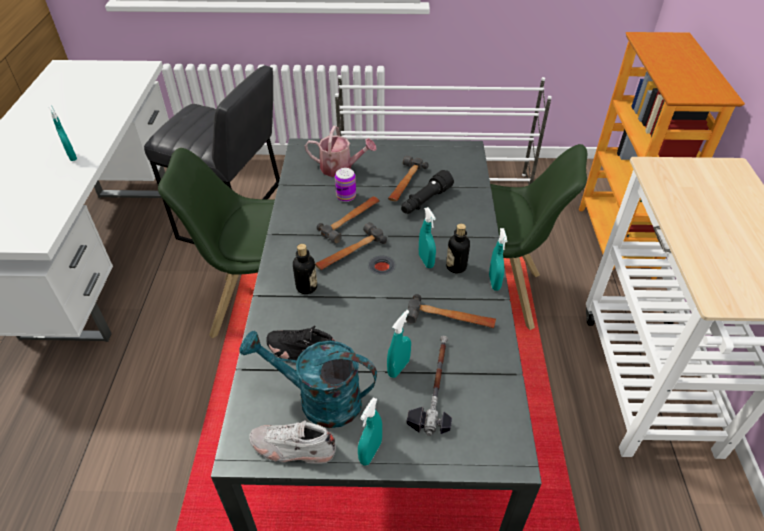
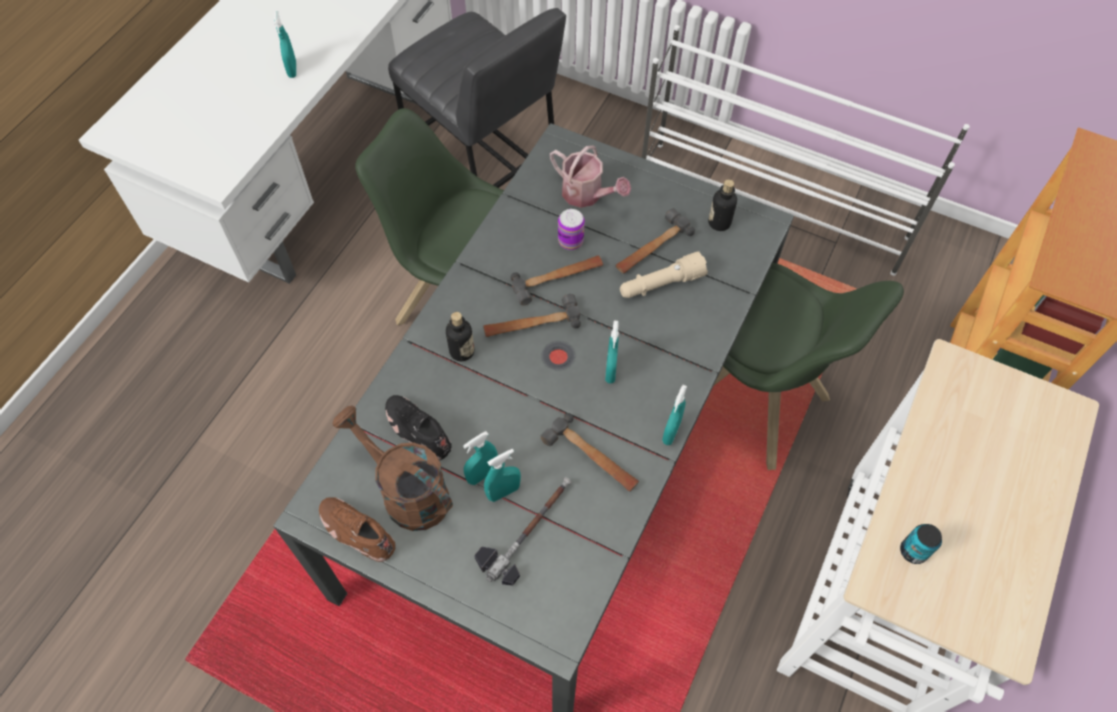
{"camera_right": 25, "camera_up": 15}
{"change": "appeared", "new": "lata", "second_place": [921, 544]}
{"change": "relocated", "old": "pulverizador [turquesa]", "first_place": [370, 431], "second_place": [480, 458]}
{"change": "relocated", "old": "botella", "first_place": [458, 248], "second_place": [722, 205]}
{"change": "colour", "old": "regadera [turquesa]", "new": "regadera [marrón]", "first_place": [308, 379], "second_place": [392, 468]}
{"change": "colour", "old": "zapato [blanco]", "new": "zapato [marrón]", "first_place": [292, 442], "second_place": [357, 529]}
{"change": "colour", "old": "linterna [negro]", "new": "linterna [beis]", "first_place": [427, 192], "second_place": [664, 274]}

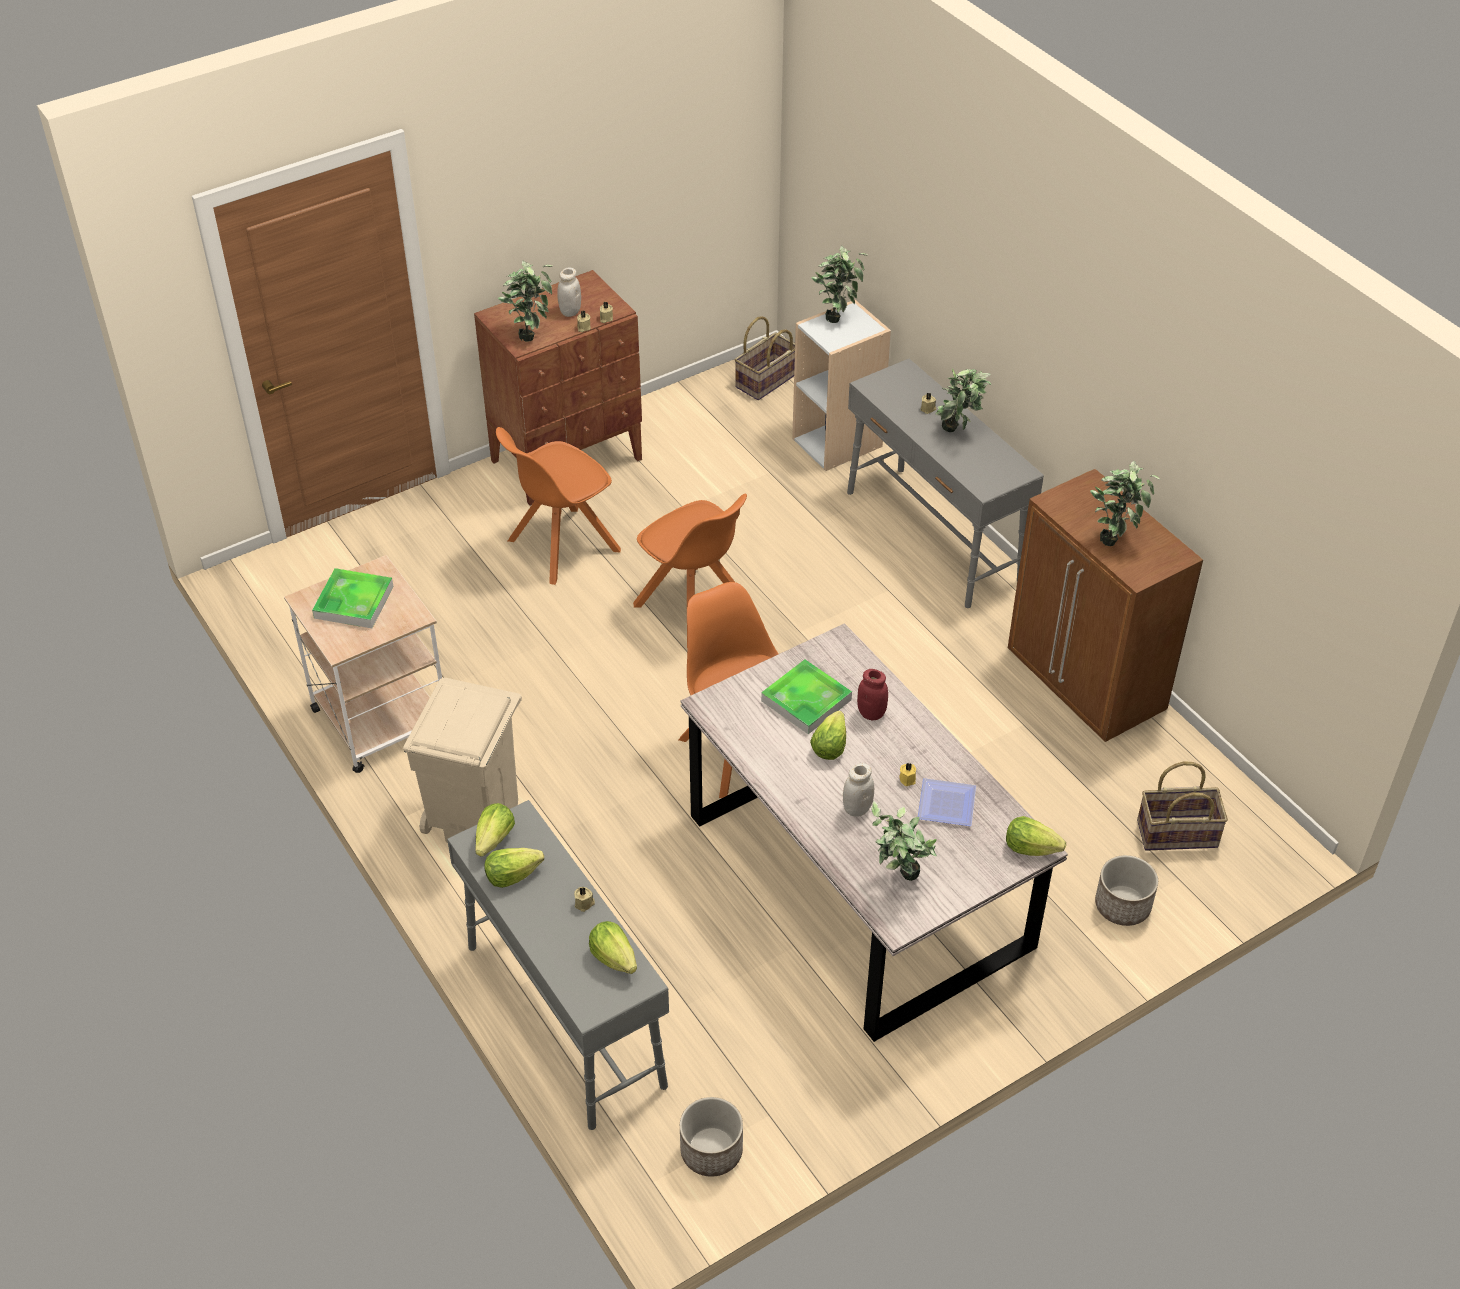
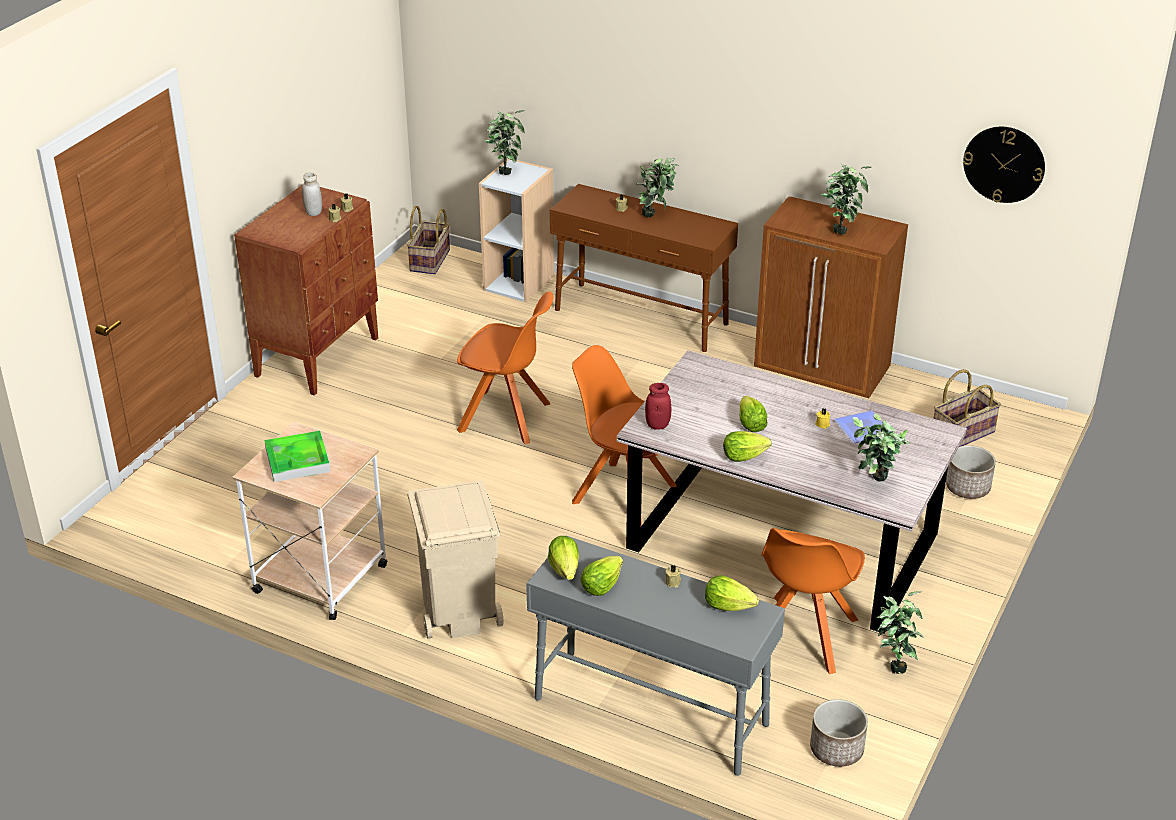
{"camera_right": -30, "camera_up": -10}
{"change": "missing", "old": "bandeja", "first_place": [806, 696]}
{"change": "missing", "old": "tarro [blanco]", "first_place": [858, 790]}
{"change": "appeared", "new": "reloj de pared", "second_place": [1004, 165]}
{"change": "relocated", "old": "silla [naranja]", "first_place": [558, 506], "second_place": [813, 601]}
{"change": "relocated", "old": "planta en maceta", "first_place": [525, 301], "second_place": [900, 632]}
{"change": "relocated", "old": "tarro [rojo]", "first_place": [872, 695], "second_place": [658, 406]}
{"change": "relocated", "old": "lechuga", "first_place": [1036, 836], "second_place": [747, 446]}
{"change": "colour", "old": "mesa consola [gris]", "new": "mesa consola [marrón]", "first_place": [945, 483], "second_place": [644, 268]}

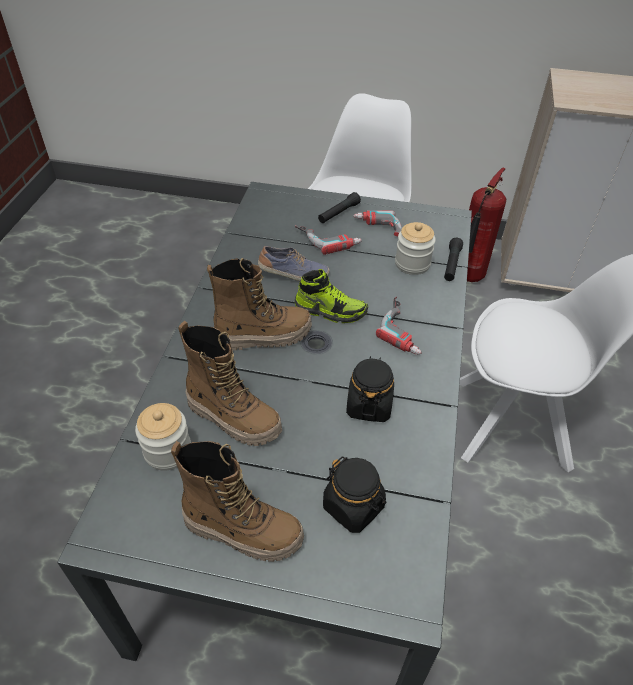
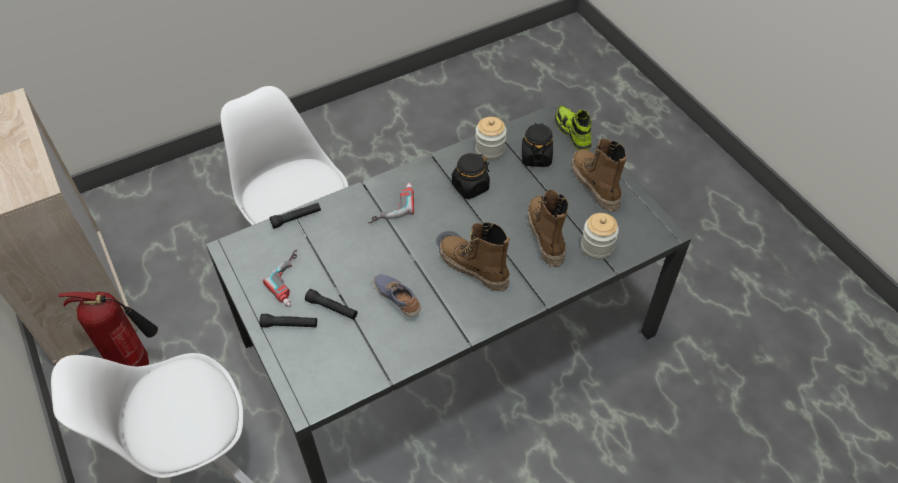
{"camera_right": -130, "camera_up": 5}
{"change": "relocated", "old": "zapato", "first_place": [331, 296], "second_place": [573, 128]}
{"change": "relocated", "old": "tarro", "first_place": [415, 248], "second_place": [491, 138]}
{"change": "exchanged", "old": "taladro", "new": "linterna [negro]", "first_place": [328, 240], "second_place": [331, 304]}

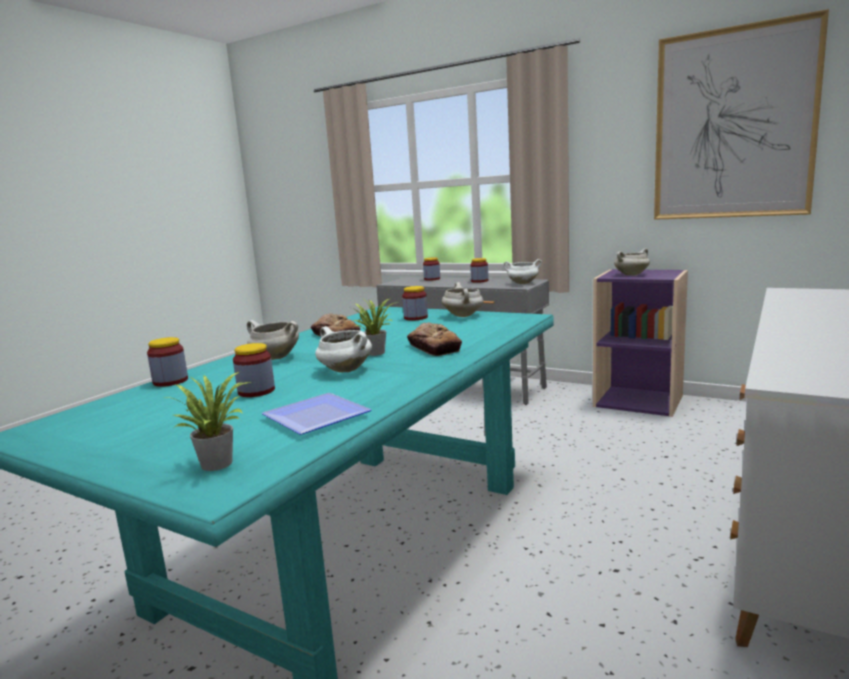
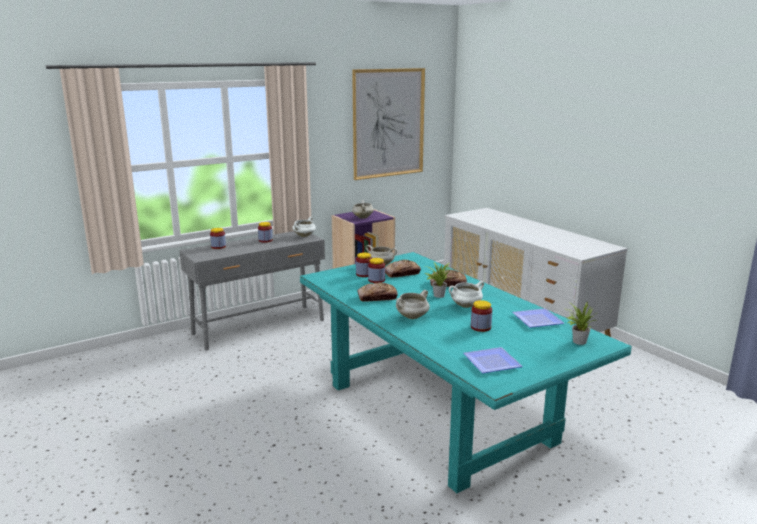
{"camera_right": -65, "camera_up": 5}
{"change": "appeared", "new": "pan", "second_place": [403, 269]}
{"change": "appeared", "new": "plato", "second_place": [493, 360]}
{"change": "relocated", "old": "tarro", "first_place": [167, 362], "second_place": [376, 270]}

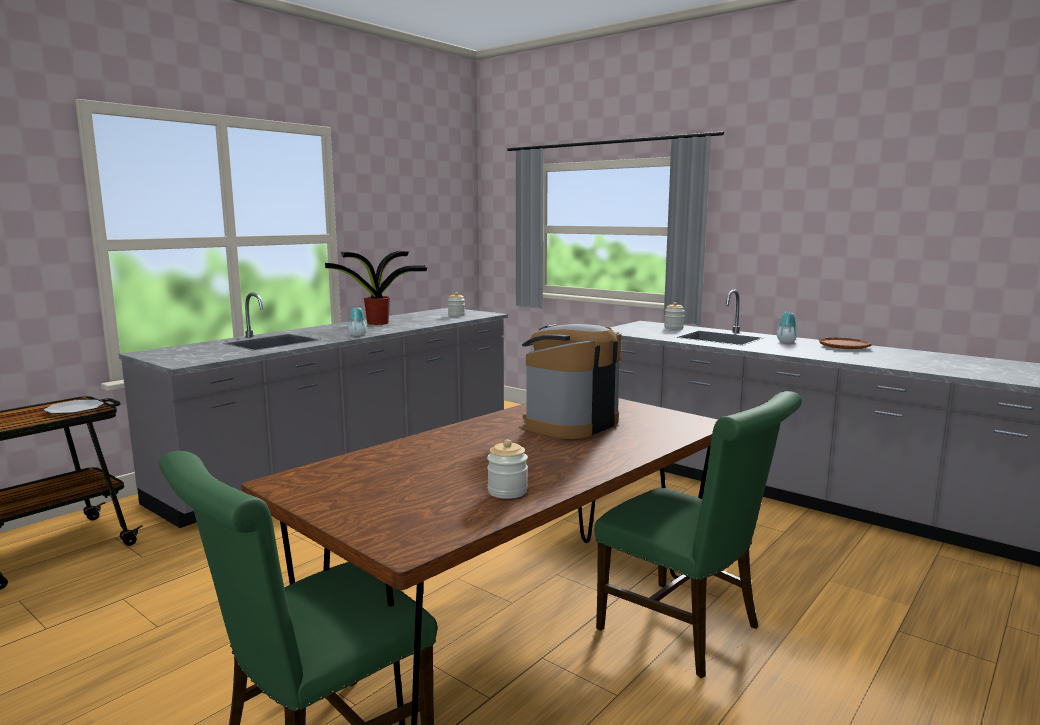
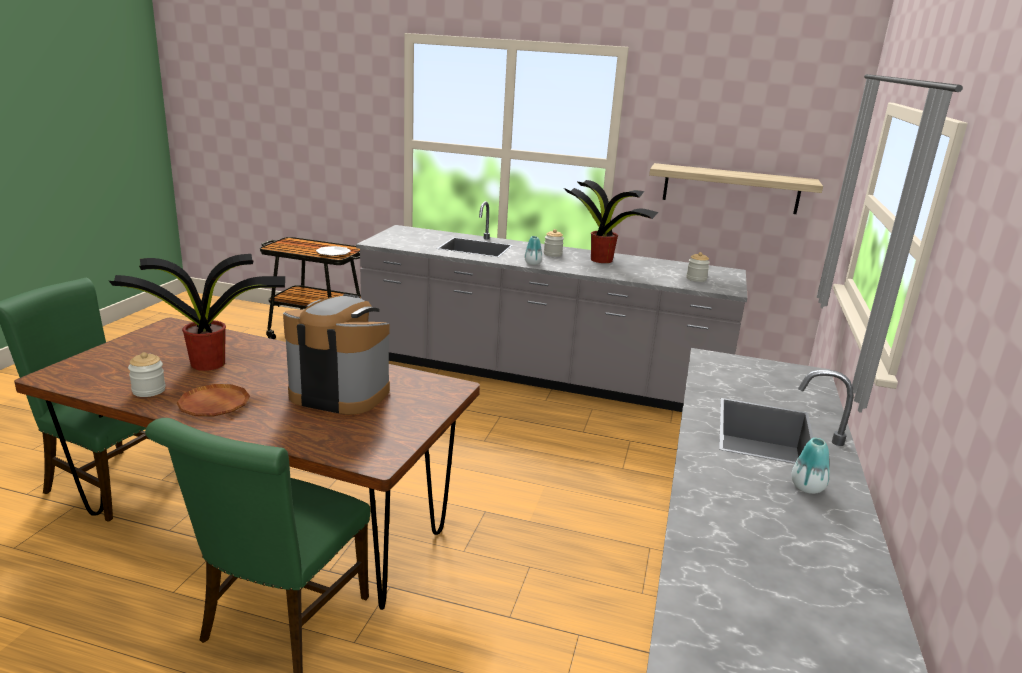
{"camera_right": 65, "camera_up": 10}
{"change": "appeared", "new": "planta en maceta", "second_place": [197, 312]}
{"change": "appeared", "new": "estante", "second_place": [736, 188]}
{"change": "relocated", "old": "tarro", "first_place": [674, 315], "second_place": [554, 243]}
{"change": "relocated", "old": "plato [marrón]", "first_place": [845, 343], "second_place": [213, 400]}

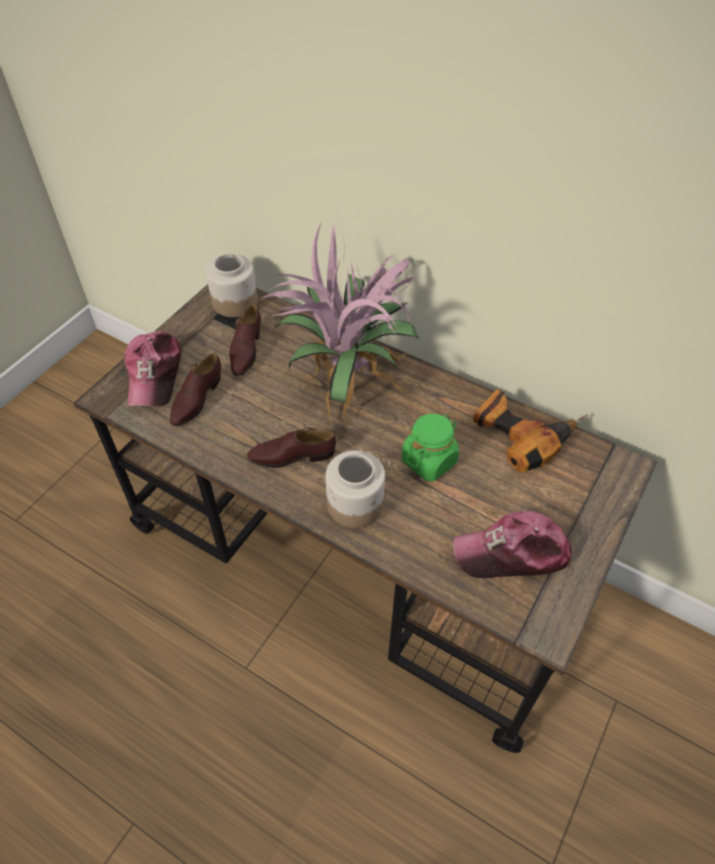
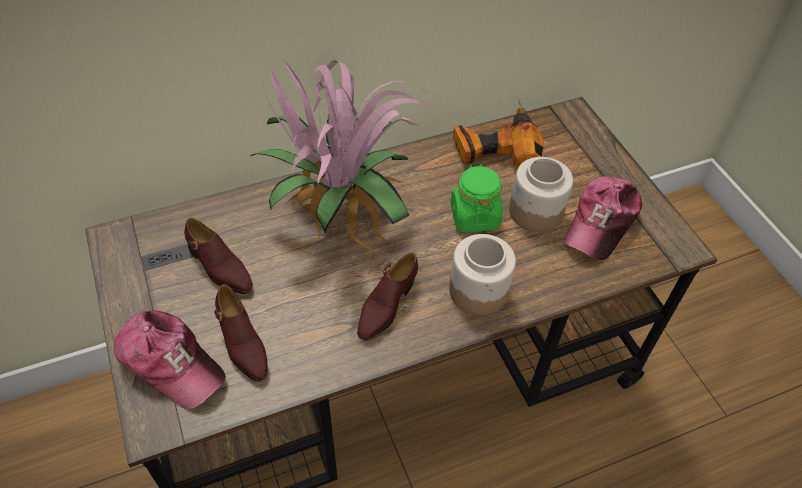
{"camera_right": -55, "camera_up": 0}
{"change": "relocated", "old": "tarro", "first_place": [231, 285], "second_place": [541, 194]}

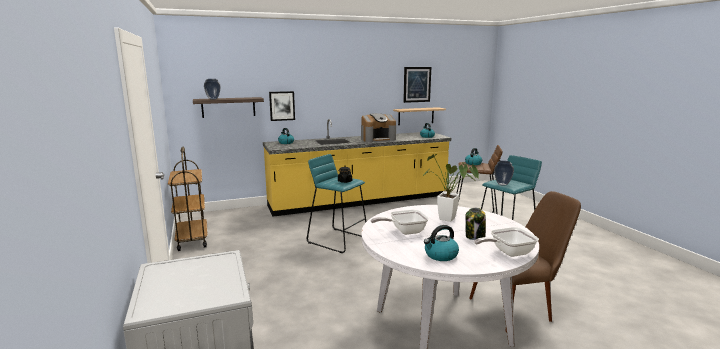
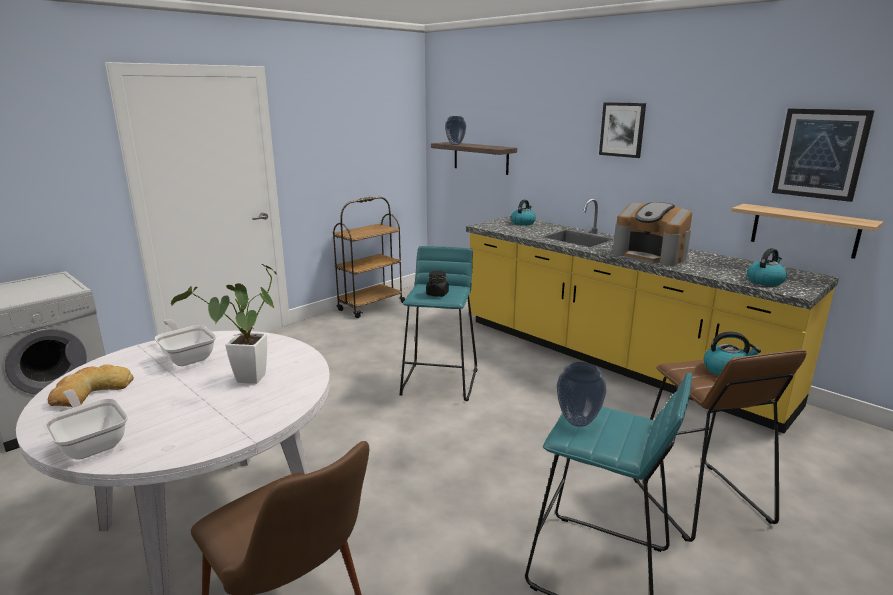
{"camera_right": 65, "camera_up": 5}
{"change": "missing", "old": "tarro", "first_place": [475, 224]}
{"change": "relocated", "old": "cuadro", "first_place": [282, 106], "second_place": [622, 130]}
{"change": "exchanged", "old": "hervidor", "new": "pan", "first_place": [441, 243], "second_place": [91, 385]}

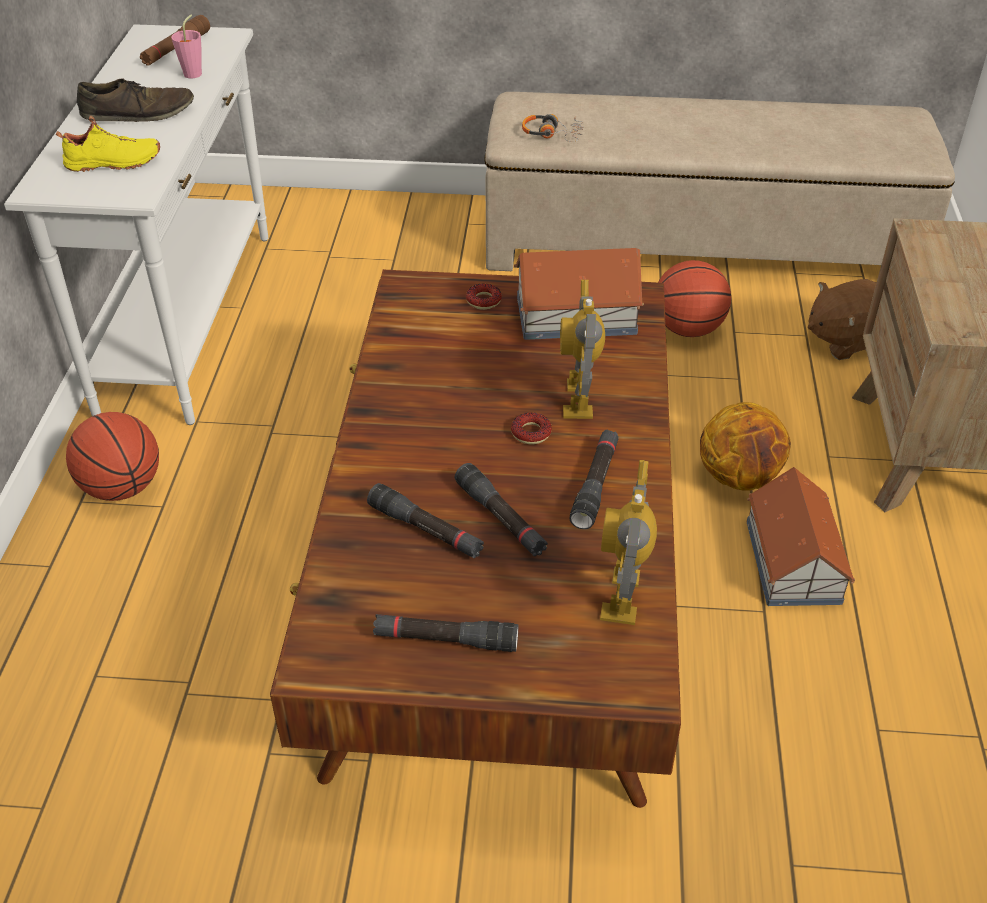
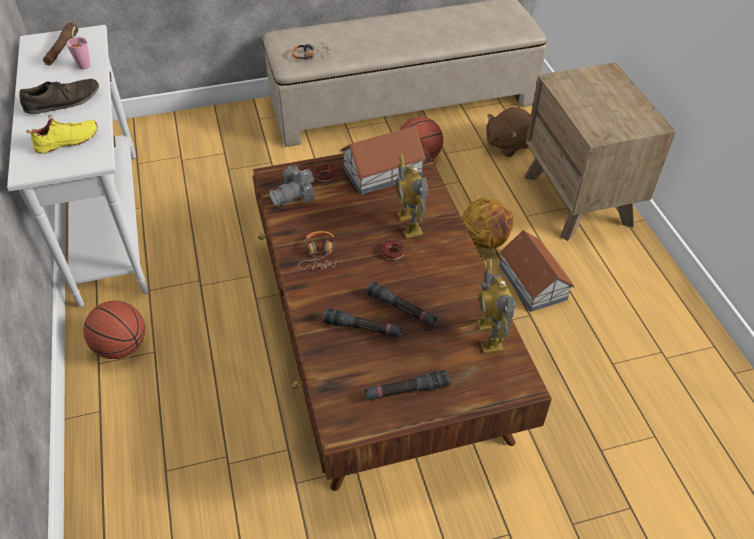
{"camera_right": -20, "camera_up": 5}
{"change": "missing", "old": "linterna [negro]", "first_place": [594, 479]}
{"change": "appeared", "new": "cámara", "second_place": [291, 185]}
{"change": "appeared", "new": "auriculares", "second_place": [320, 250]}

